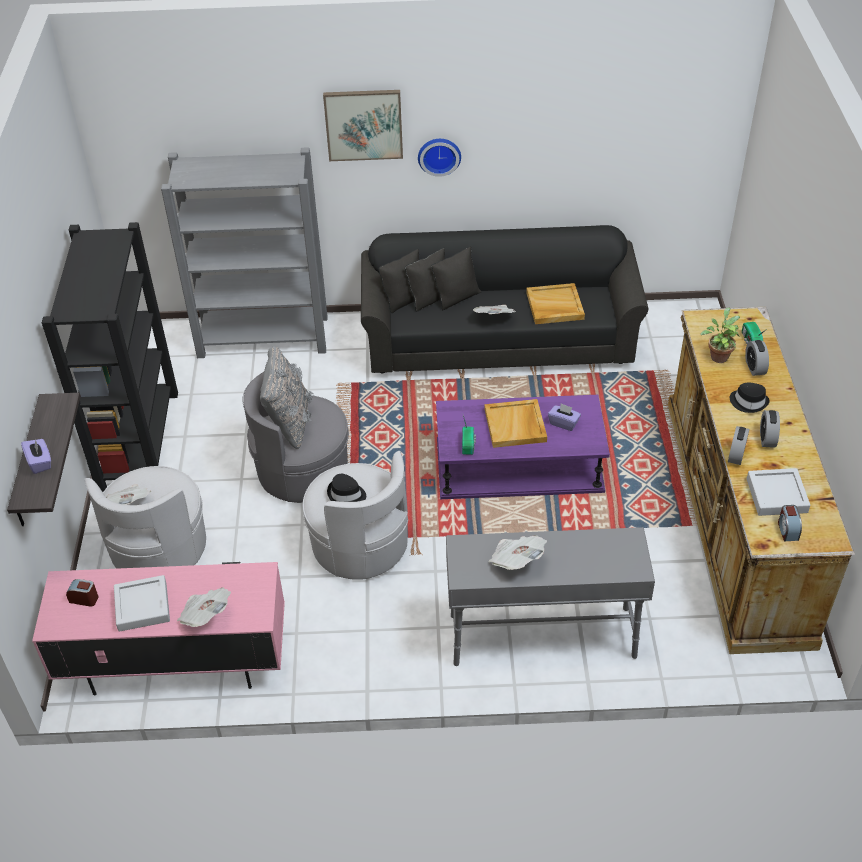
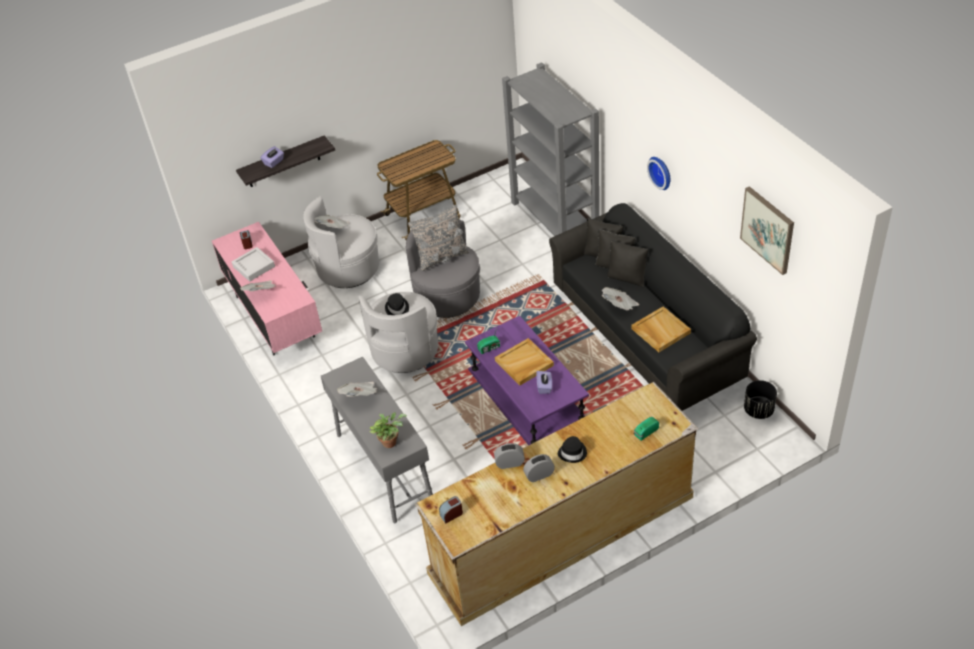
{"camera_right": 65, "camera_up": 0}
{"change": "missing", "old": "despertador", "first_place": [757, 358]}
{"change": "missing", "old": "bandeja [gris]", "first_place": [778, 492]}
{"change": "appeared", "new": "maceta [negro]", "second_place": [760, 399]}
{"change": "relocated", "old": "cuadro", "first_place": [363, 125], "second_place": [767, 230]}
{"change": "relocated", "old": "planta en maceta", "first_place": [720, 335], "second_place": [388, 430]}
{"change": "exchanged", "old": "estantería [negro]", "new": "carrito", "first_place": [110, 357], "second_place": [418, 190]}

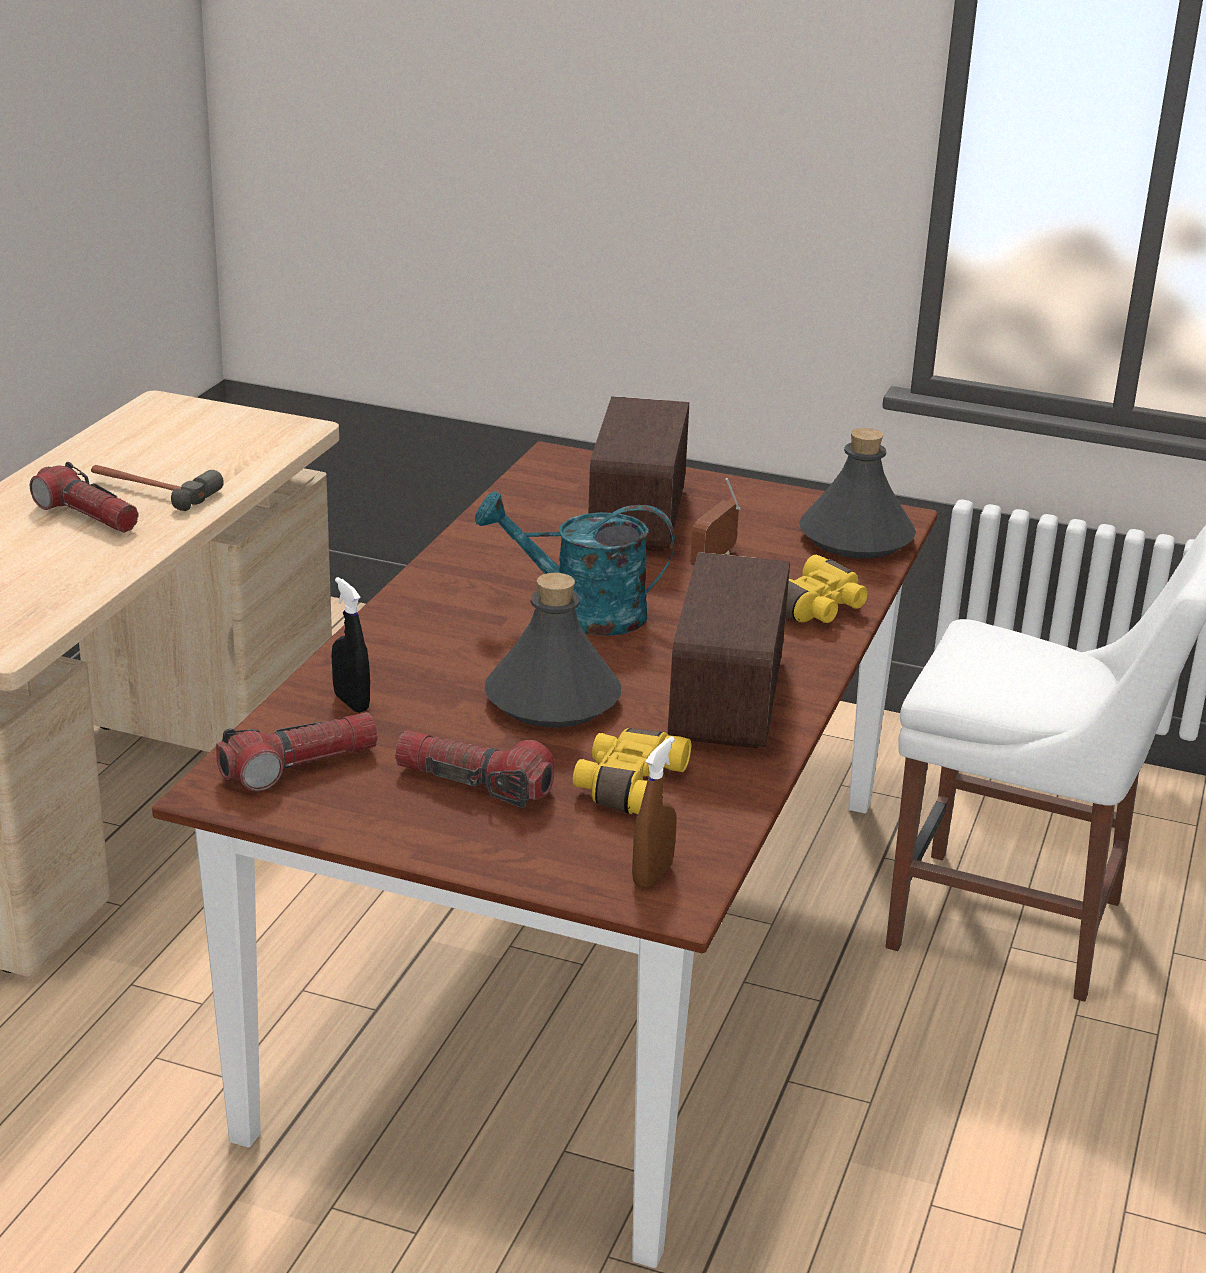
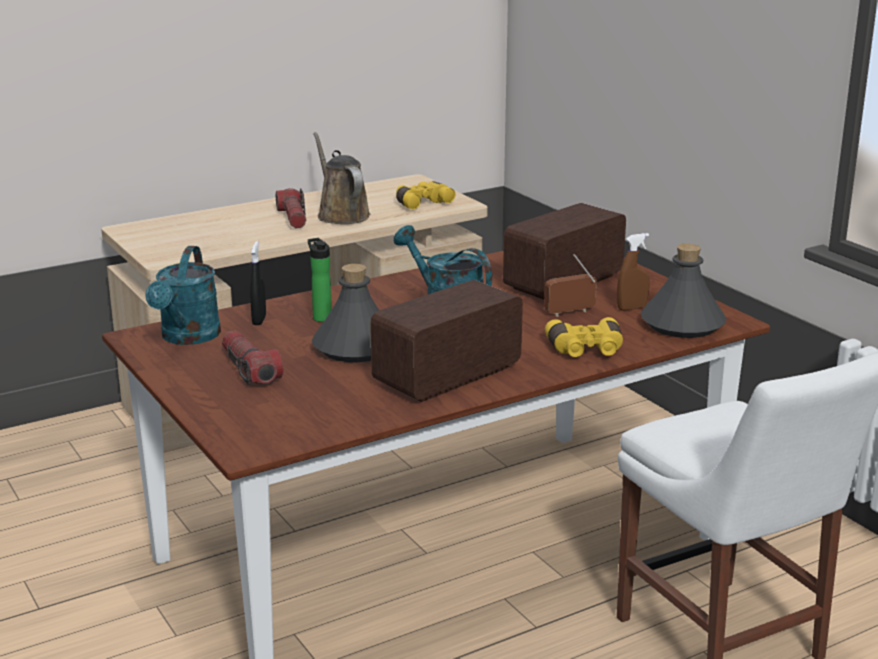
{"camera_right": 40, "camera_up": -5}
{"change": "appeared", "new": "botella", "second_place": [320, 280]}
{"change": "relocated", "old": "prismáticos [amarillo]", "first_place": [632, 771], "second_place": [425, 195]}
{"change": "relocated", "old": "pulverizador [marrón]", "first_place": [654, 812], "second_place": [633, 272]}
{"change": "exchanged", "old": "martillo", "new": "regadera [marrón]", "first_place": [157, 488], "second_place": [341, 178]}
{"change": "exchanged", "old": "linterna", "new": "regadera [turquesa]", "first_place": [297, 752], "second_place": [183, 295]}

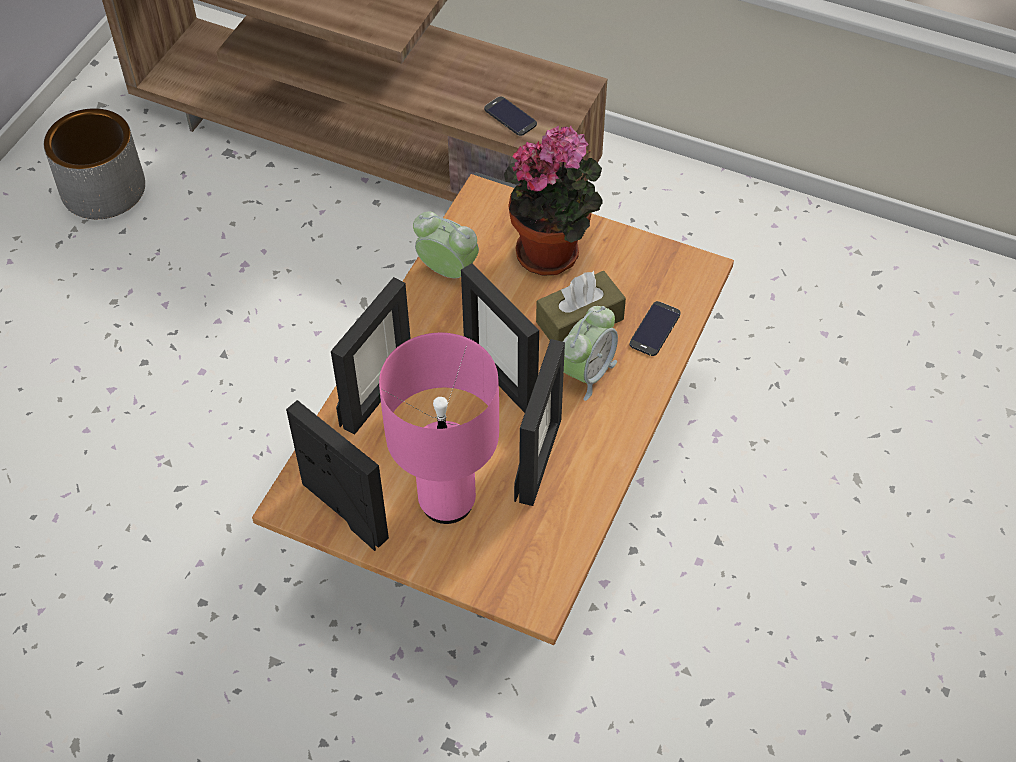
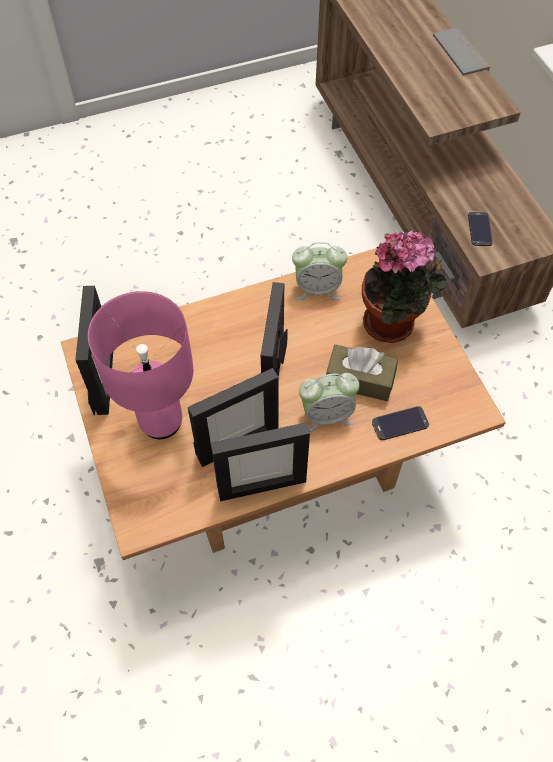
{"camera_right": 45, "camera_up": 5}
{"change": "missing", "old": "maceta [gris]", "first_place": [94, 163]}
{"change": "relocated", "old": "portarretratos", "first_place": [371, 355], "second_place": [260, 461]}
{"change": "spun", "old": "despertador", "first_place": [446, 244], "second_place": [319, 271], "degrees": 105}

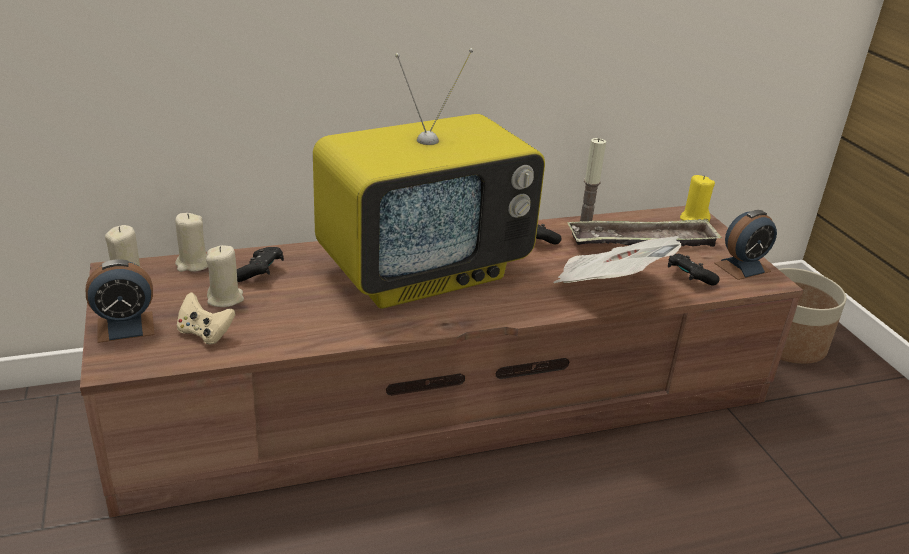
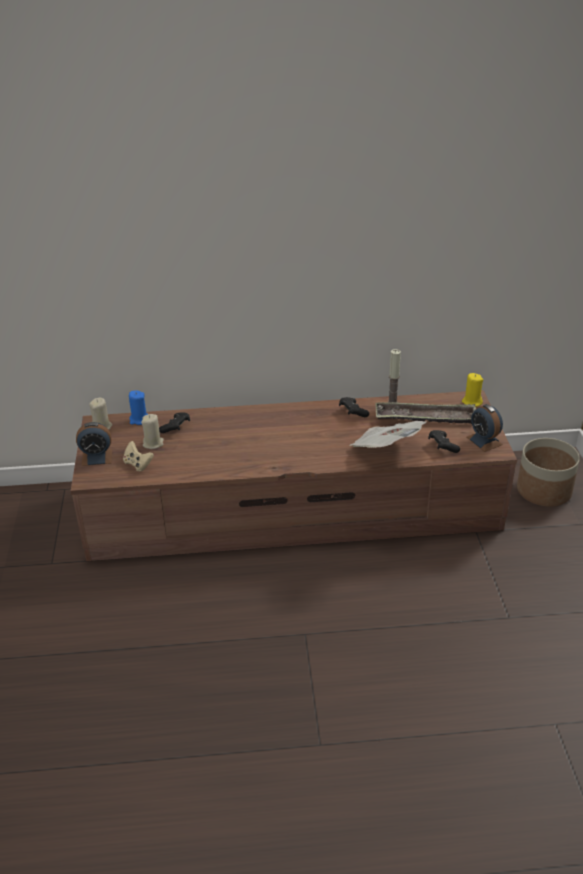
{"camera_right": 15, "camera_up": 5}
{"change": "missing", "old": "televisor", "first_place": [429, 178]}
{"change": "colour", "old": "vela [beis]", "new": "vela [azul]", "first_place": [191, 242], "second_place": [138, 407]}
{"change": "spun", "old": "despertador", "first_place": [745, 245], "second_place": [485, 428], "degrees": 75}

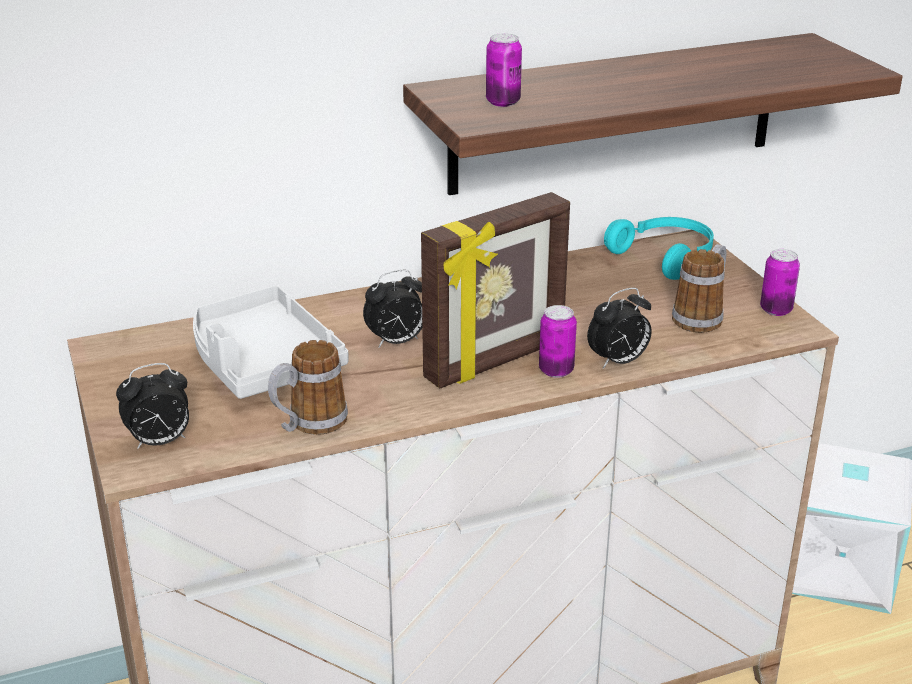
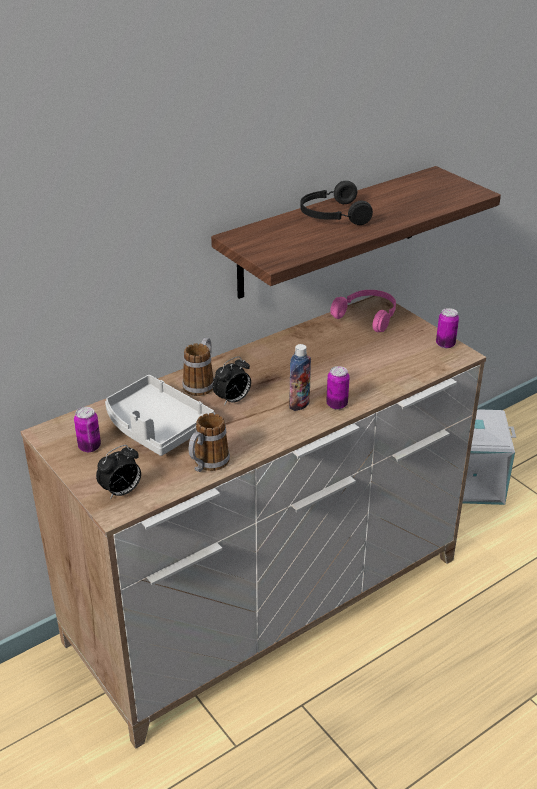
{"camera_right": -15, "camera_up": 5}
{"change": "missing", "old": "despertador", "first_place": [619, 328]}
{"change": "appeared", "new": "auriculares [negro]", "second_place": [336, 203]}
{"change": "relocated", "old": "lata", "first_place": [504, 70], "second_place": [87, 429]}
{"change": "relocated", "old": "taza grande", "first_place": [699, 288], "second_place": [198, 367]}
{"change": "exchanged", "old": "portarretratos", "new": "botella", "first_place": [495, 290], "second_place": [300, 377]}
{"change": "colour", "old": "auriculares [turquesa]", "new": "auriculares [rosa]", "first_place": [659, 248], "second_place": [363, 311]}

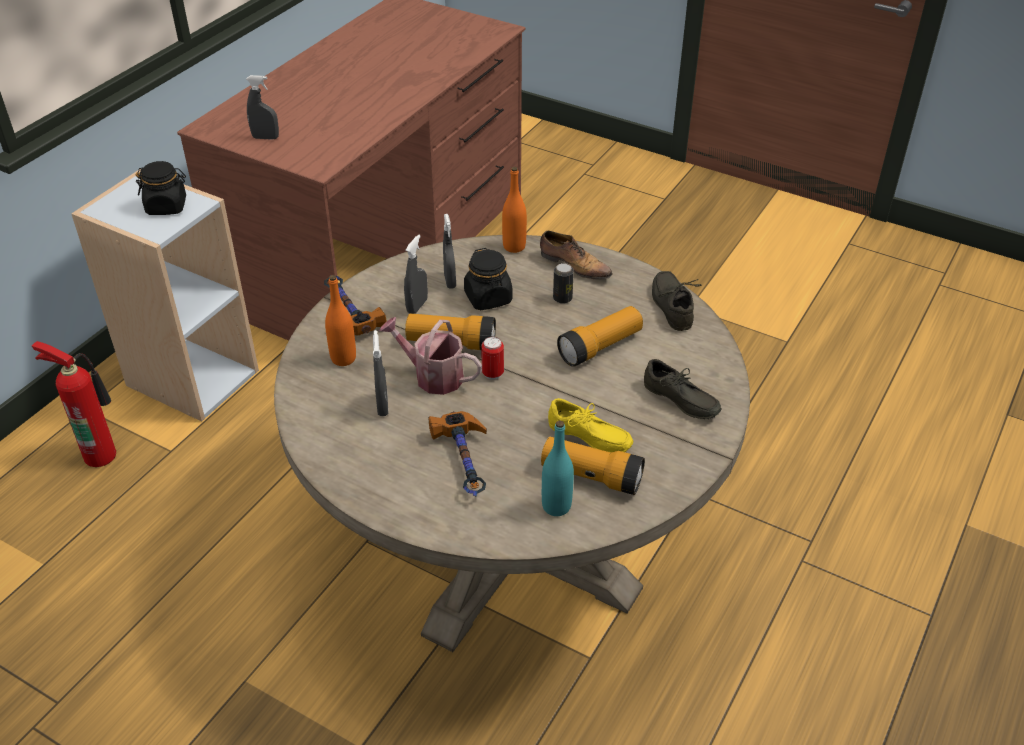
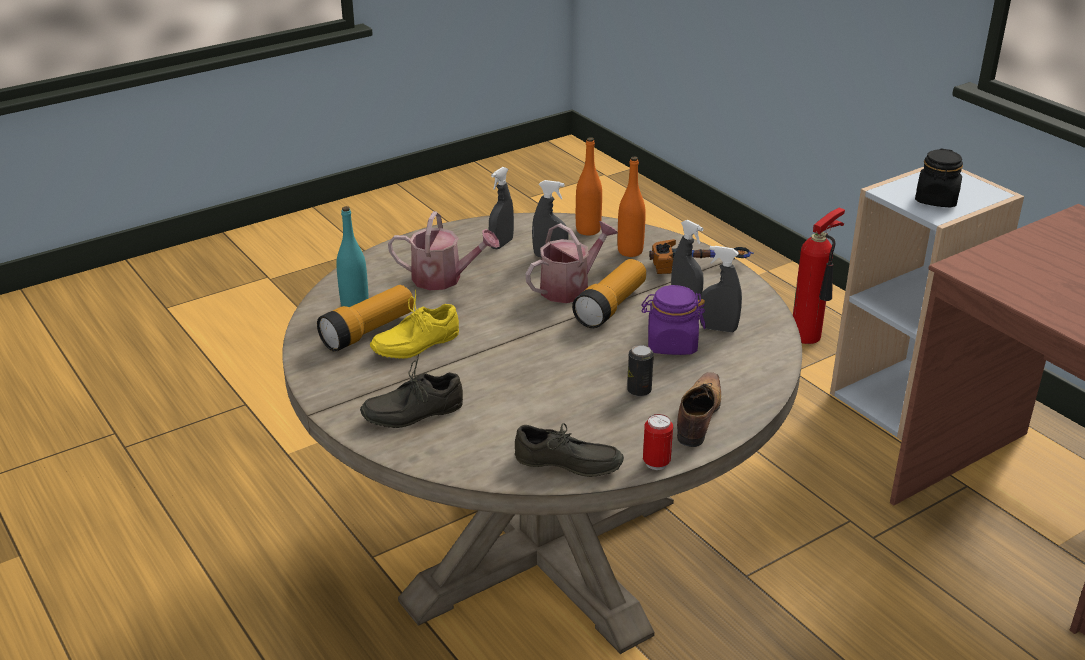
{"camera_right": 115, "camera_up": -10}
{"change": "missing", "old": "linterna", "first_place": [600, 336]}
{"change": "relocated", "old": "pulverizador [gris]", "first_place": [262, 107], "second_place": [501, 208]}
{"change": "relocated", "old": "lata", "first_place": [492, 358], "second_place": [658, 442]}
{"change": "relocated", "old": "botella [naranja]", "first_place": [514, 210], "second_place": [589, 186]}
{"change": "exchanged", "old": "martillo", "new": "regadera", "first_place": [458, 454], "second_place": [444, 250]}
{"change": "colour", "old": "tarro [negro]", "new": "tarro [morado]", "first_place": [488, 279], "second_place": [673, 320]}
{"change": "spun", "old": "zapato", "first_place": [576, 255], "second_place": [699, 409], "degrees": 135}

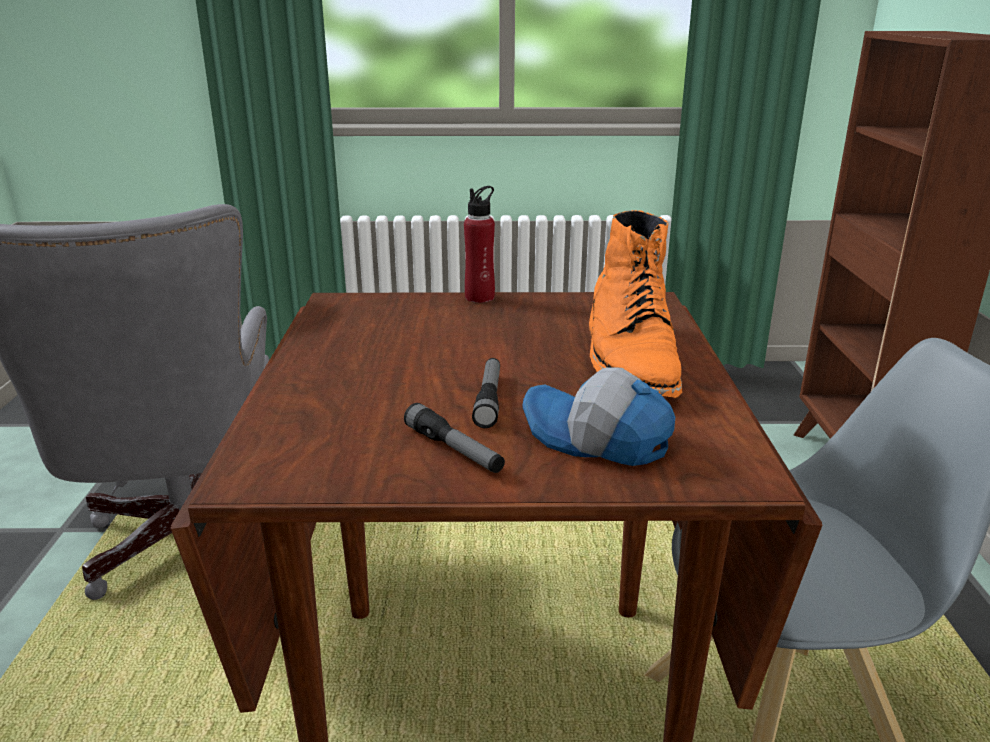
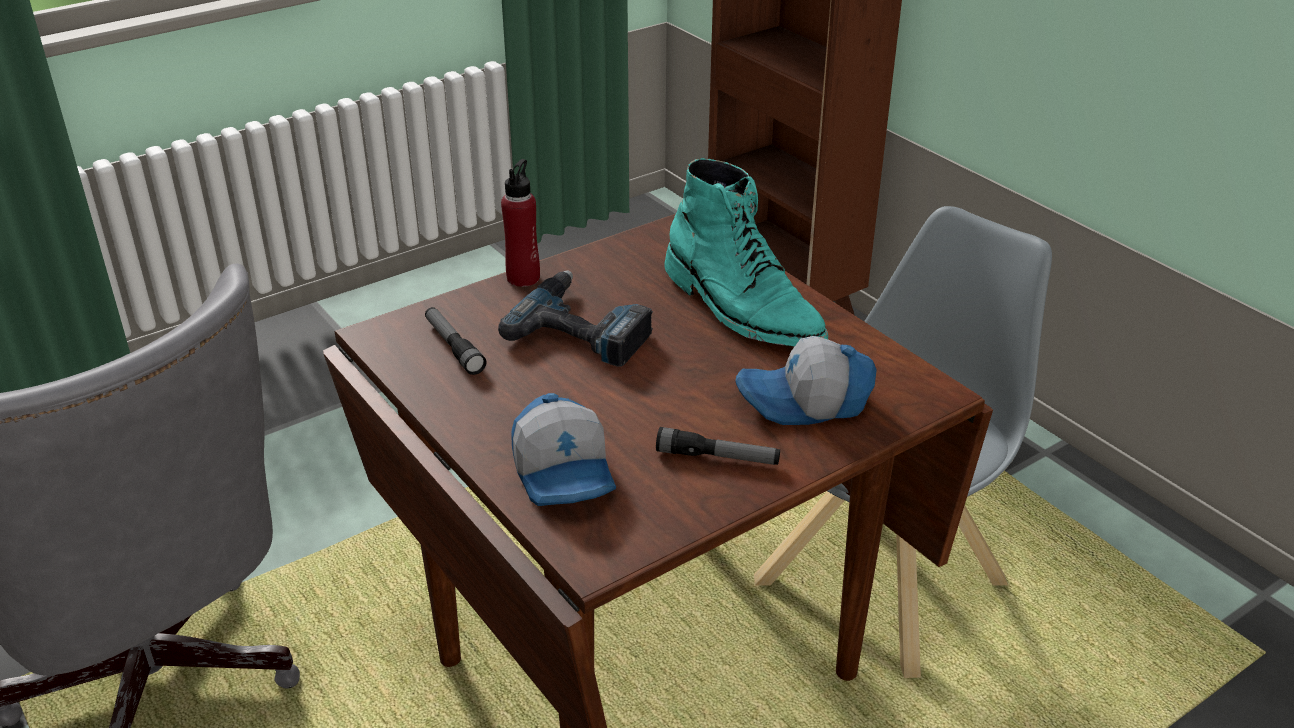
{"camera_right": -35, "camera_up": 10}
{"change": "appeared", "new": "taladro", "second_place": [575, 318]}
{"change": "appeared", "new": "gorra", "second_place": [563, 449]}
{"change": "relocated", "old": "linterna", "first_place": [486, 393], "second_place": [456, 341]}
{"change": "colour", "old": "bota [naranja]", "new": "bota [turquesa]", "first_place": [635, 304], "second_place": [746, 252]}

